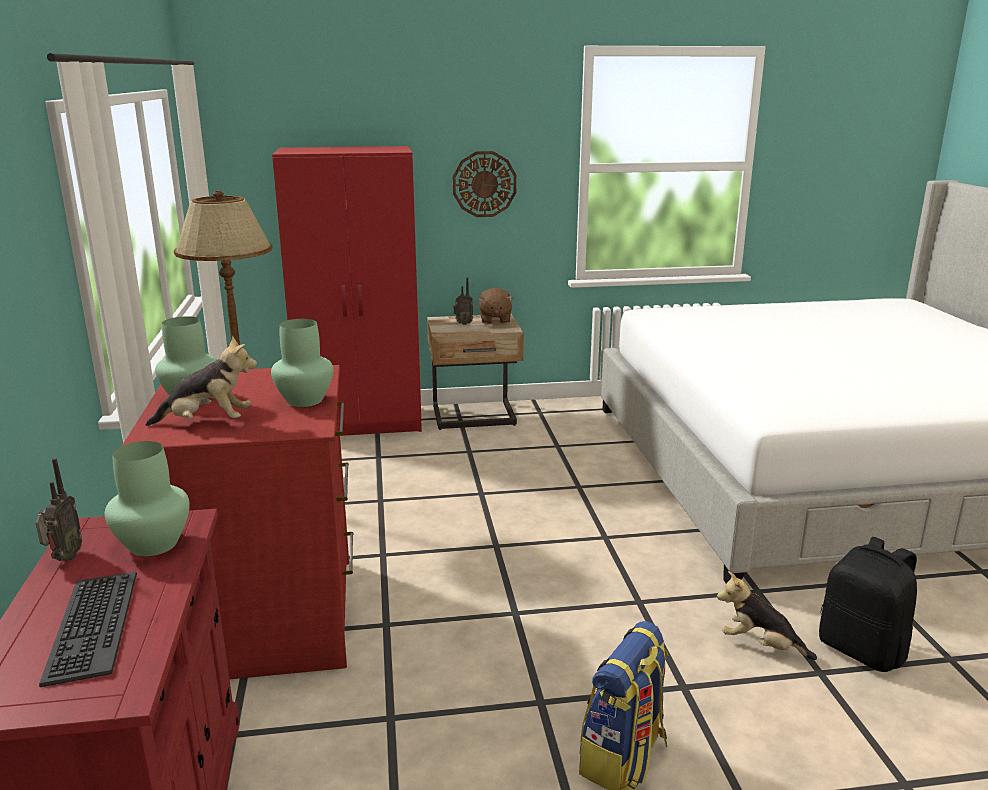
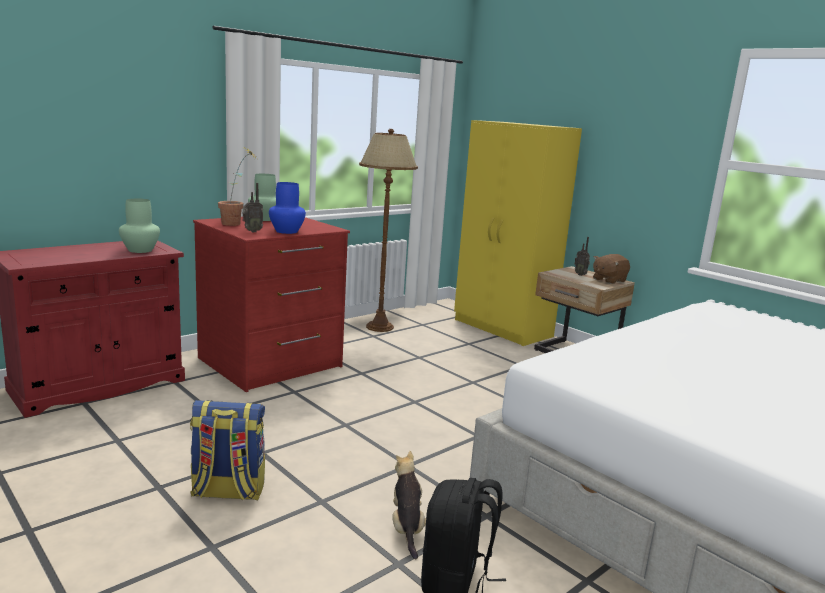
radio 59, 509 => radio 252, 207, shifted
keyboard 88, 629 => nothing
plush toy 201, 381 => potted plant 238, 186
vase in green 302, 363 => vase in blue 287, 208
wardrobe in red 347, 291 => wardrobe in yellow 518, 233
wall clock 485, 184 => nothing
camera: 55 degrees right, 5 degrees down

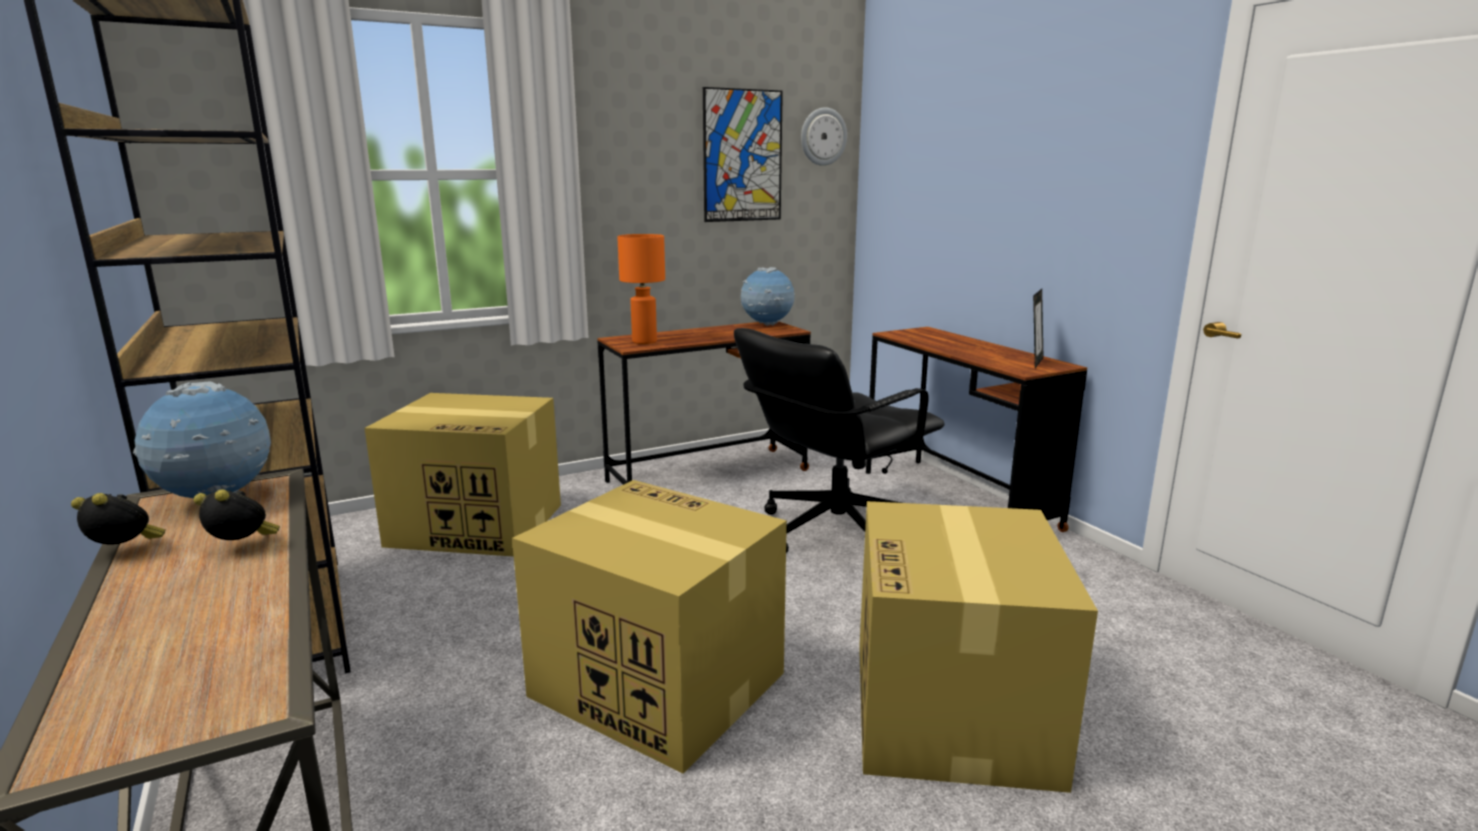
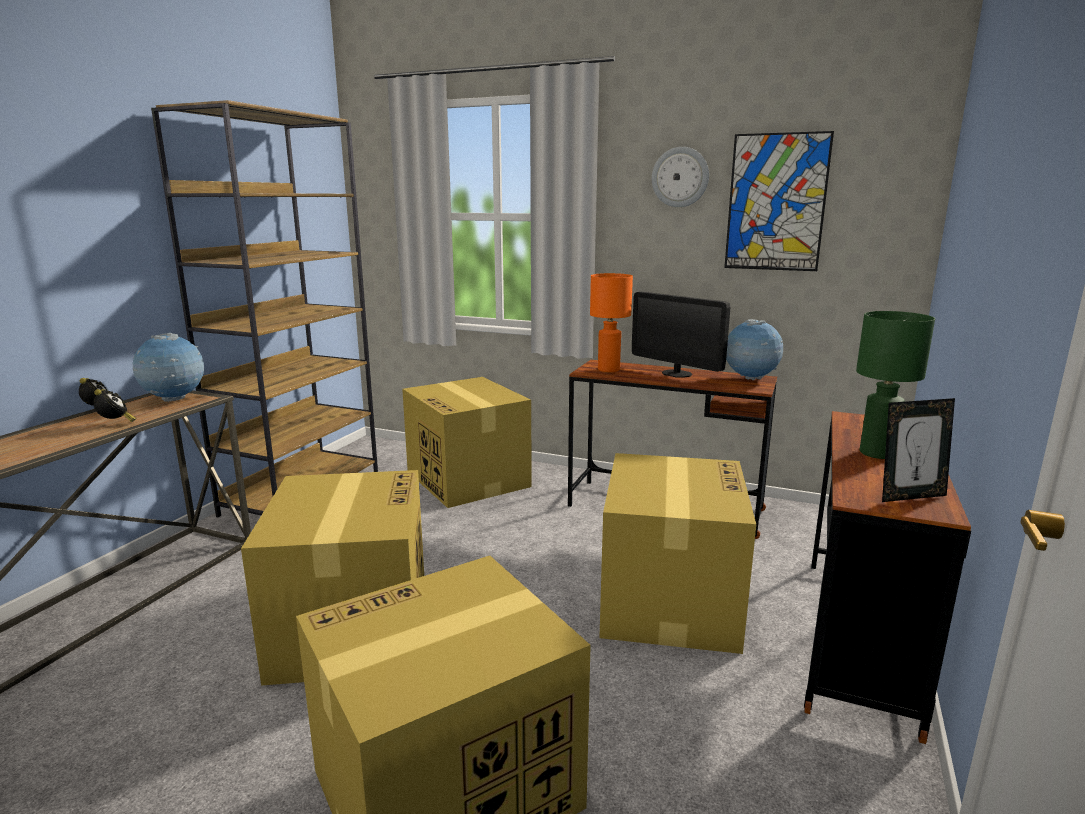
office chair in black 839, 440 => cardboard box 677, 553
wall clock 824, 136 => wall clock 680, 177, shifted
nothing => monitor 681, 334
nothing => table lamp in green 895, 385
camera: 50 degrees right, 0 degrees up

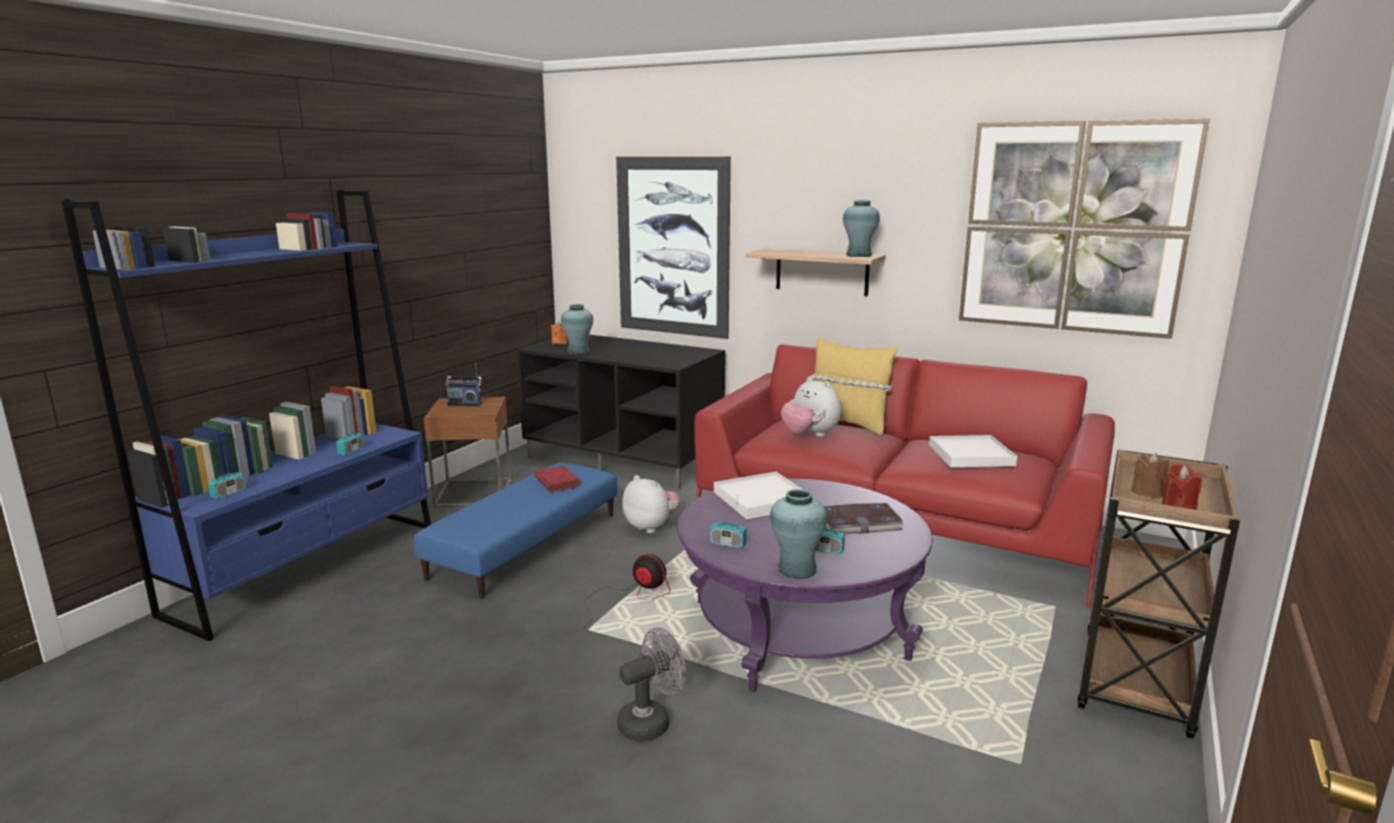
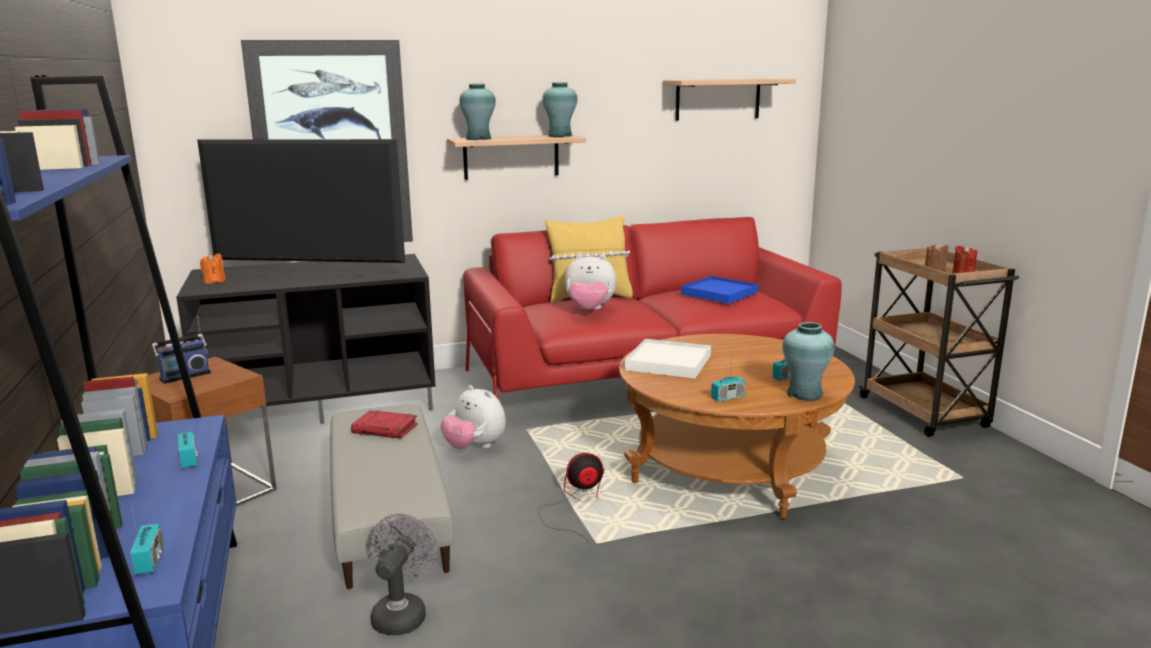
ottoman in blue 515, 531 => ottoman in grey 392, 497
vase in turquoise 577, 329 => vase in turquoise 477, 111, shifted
fan in grey 651, 684 => fan in grey 404, 574, shifted
plush toy 651, 504 => plush toy 473, 417, 135 degrees counterclockwise
coffee table in purple 805, 585 => coffee table in brown 737, 426
book 864, 518 => nothing
tray in white 973, 451 => tray in blue 719, 290
picture 1084, 229 => shelf 729, 99
nothing => television 301, 208
camera: 45 degrees left, 0 degrees up

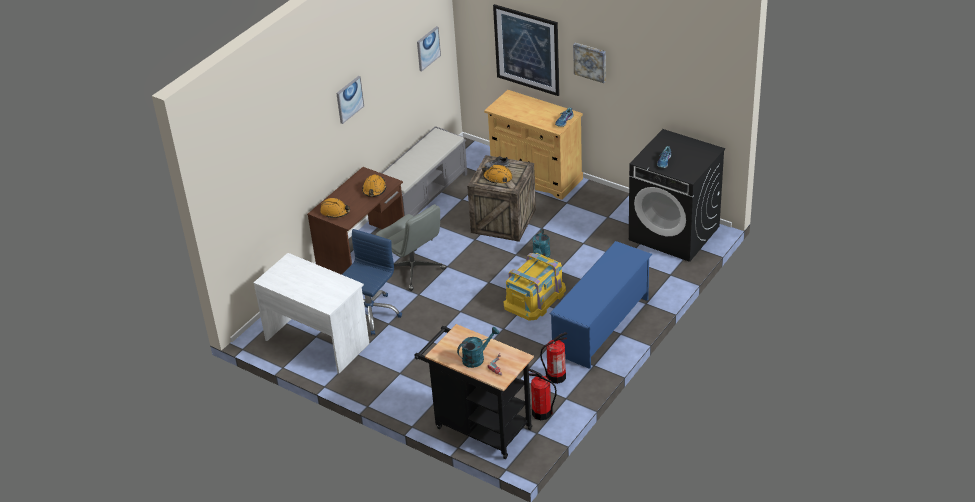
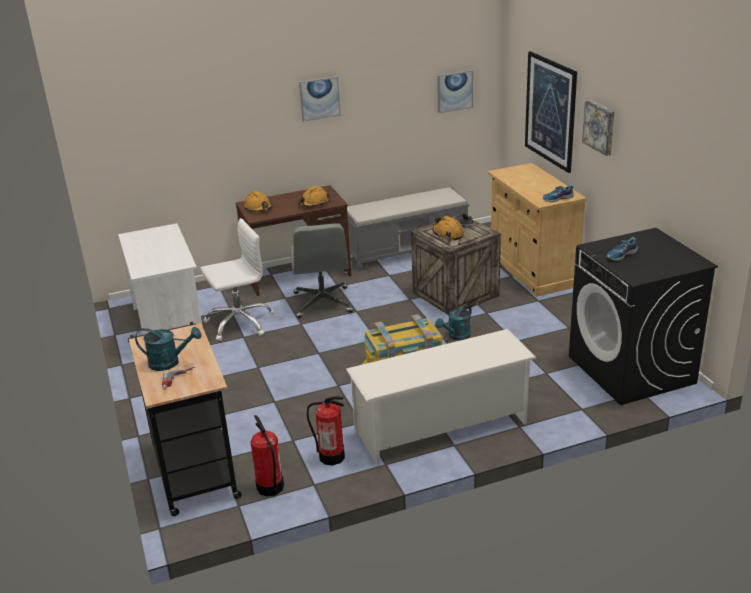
office chair in blue 372, 282 => office chair in white 237, 279
shoe rack in blue 600, 305 => shoe rack in white 441, 397
camera: 35 degrees right, 10 degrees down

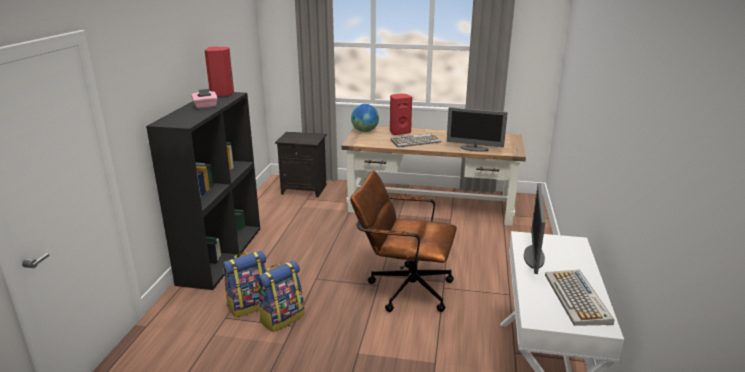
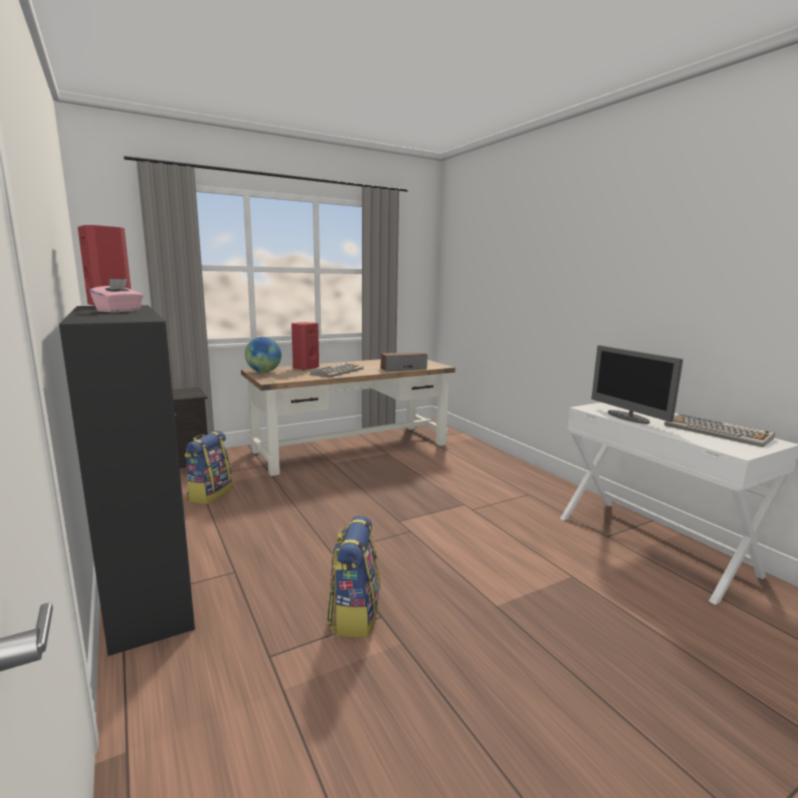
backpack 244, 284 => backpack 208, 467, shifted
office chair in brown 403, 241 => nothing
monitor 477, 129 => speaker 404, 362
camera: 40 degrees left, 10 degrees down

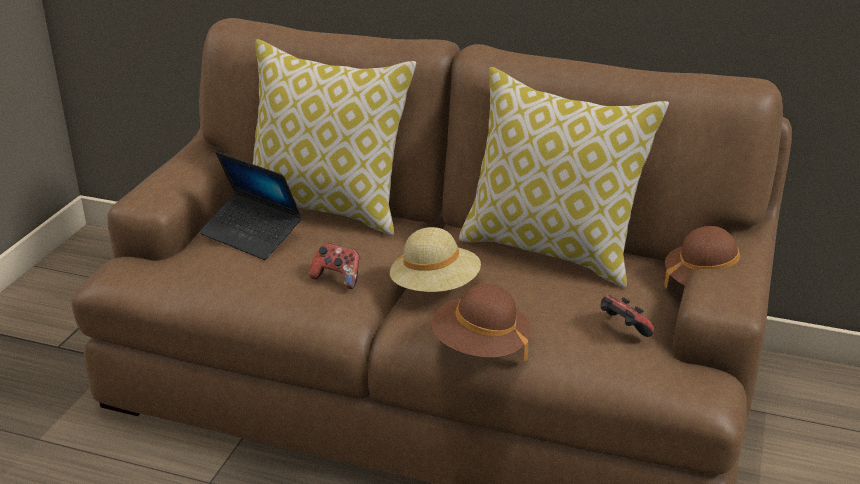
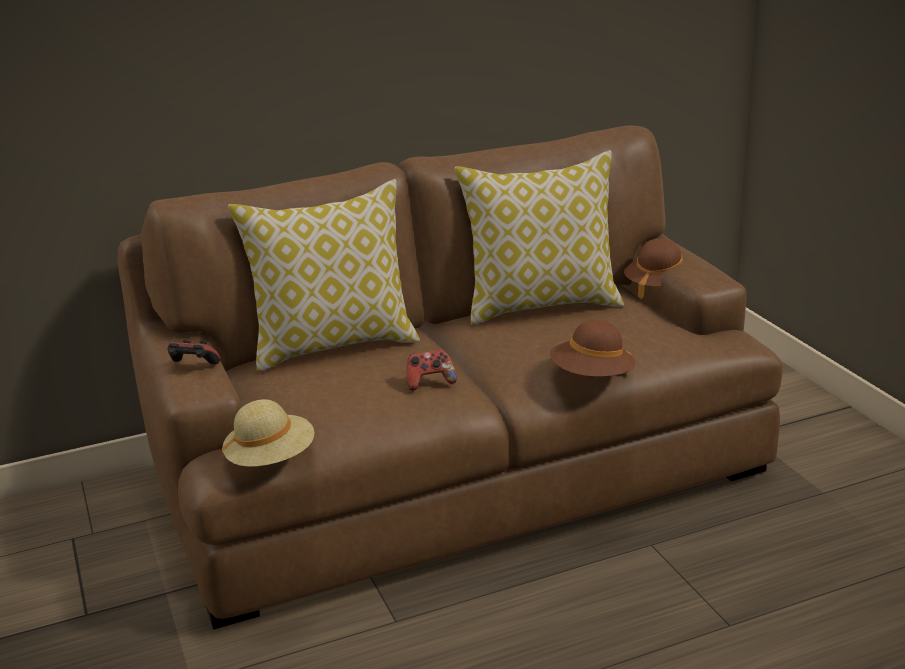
laptop 250, 206 => nothing
hat in beige 435, 259 => hat in beige 268, 433, shifted
game controller 627, 316 => game controller 193, 352, shifted
camera: 40 degrees left, 5 degrees down

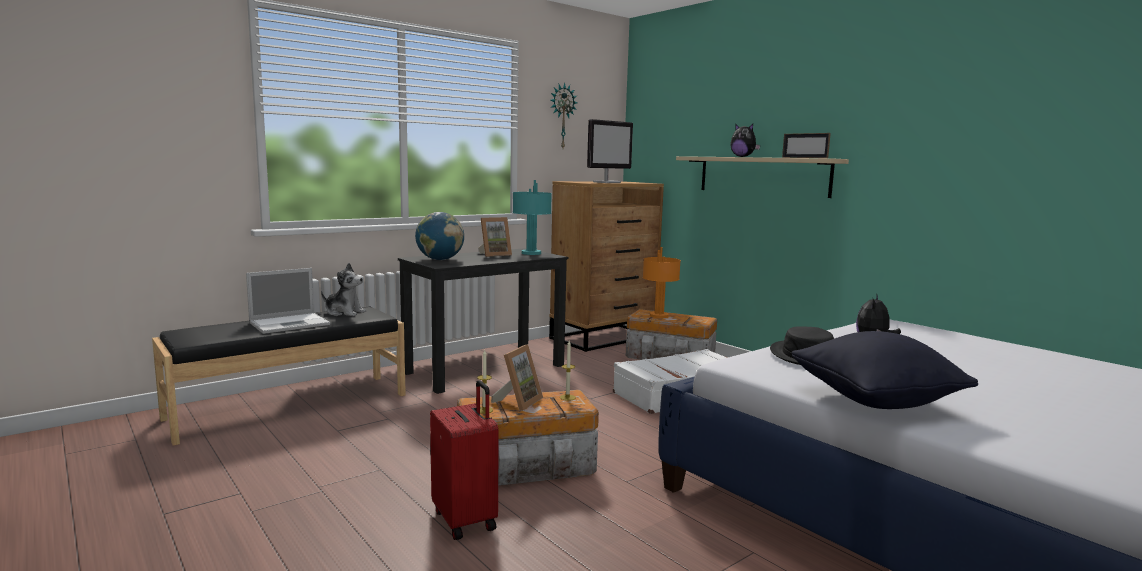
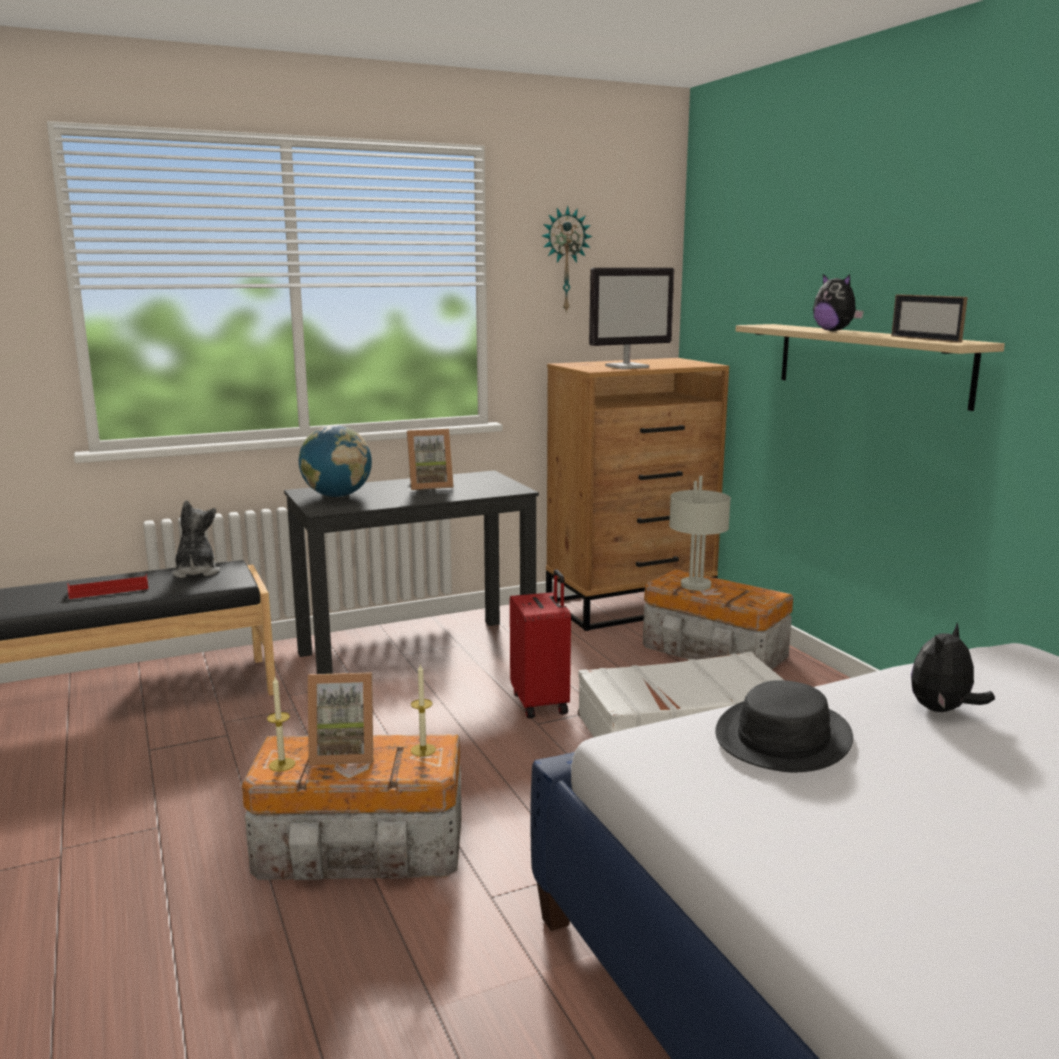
laptop 288, 301 => tray in red 107, 586
plush toy 343, 289 => plush toy 196, 539, 135 degrees counterclockwise
suitcase in red 464, 460 => suitcase in red 540, 643, shifted
picture frame 517, 377 => picture frame 340, 718, 45 degrees clockwise
table lamp in turquoise 532, 217 => nothing
table lamp in orange 662, 282 => table lamp in grey 700, 533
pillow in black 885, 370 => nothing
camera: 15 degrees right, 5 degrees up

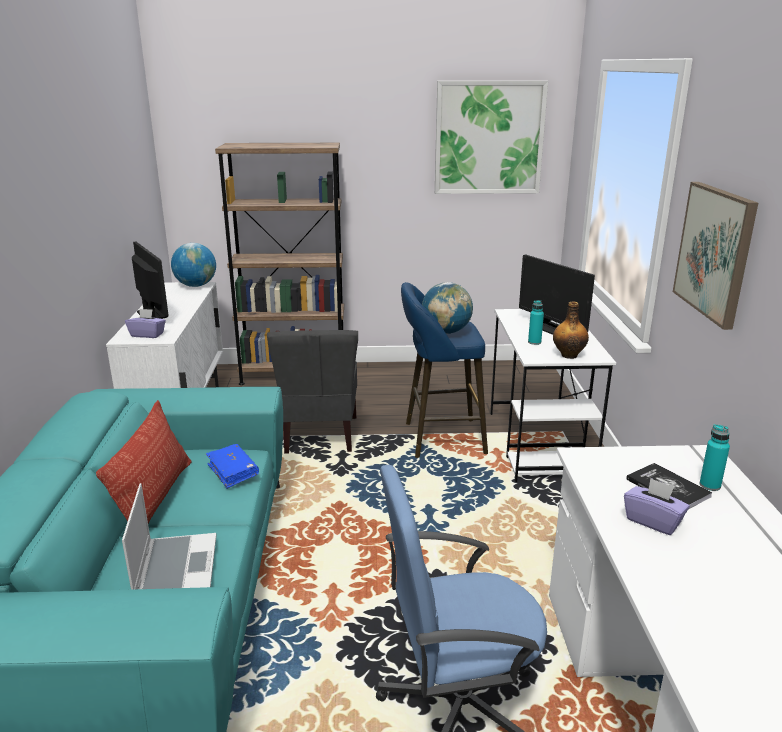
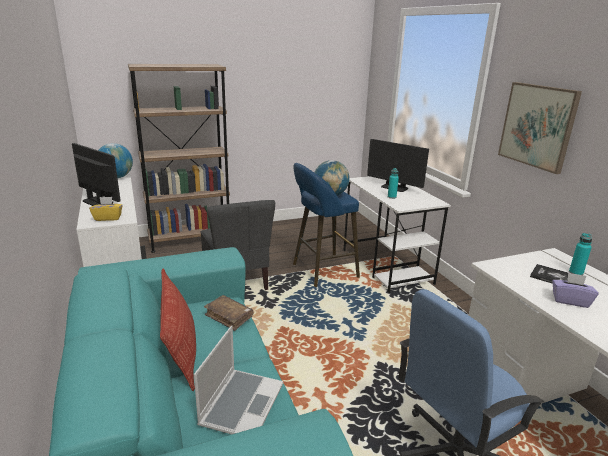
laptop 169, 536 => laptop 238, 380, 45 degrees clockwise
tissue box in purple 145, 323 => tissue box in yellow 106, 209
book in blue 232, 466 => book in brown 229, 313
picture 491, 137 => nothing
bottle 571, 330 => nothing
camera: 20 degrees left, 0 degrees up

